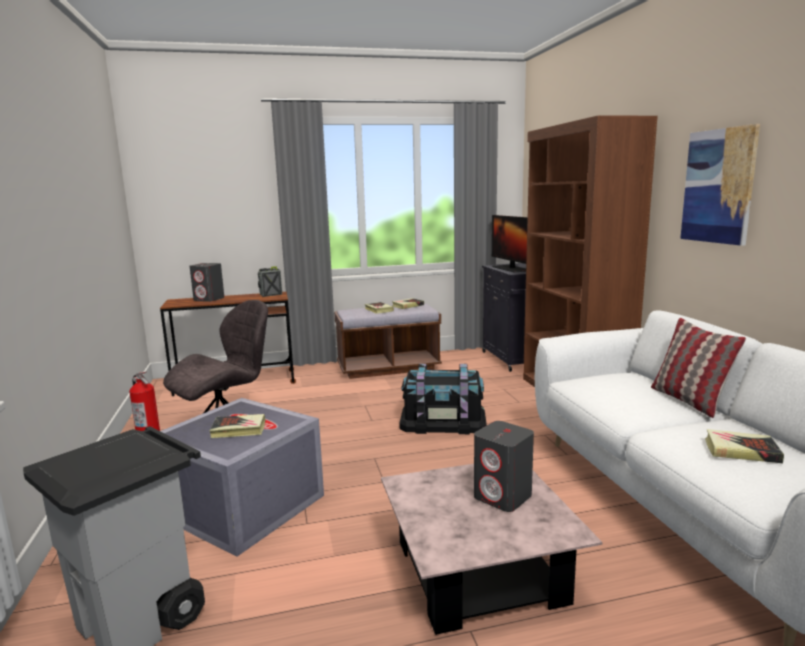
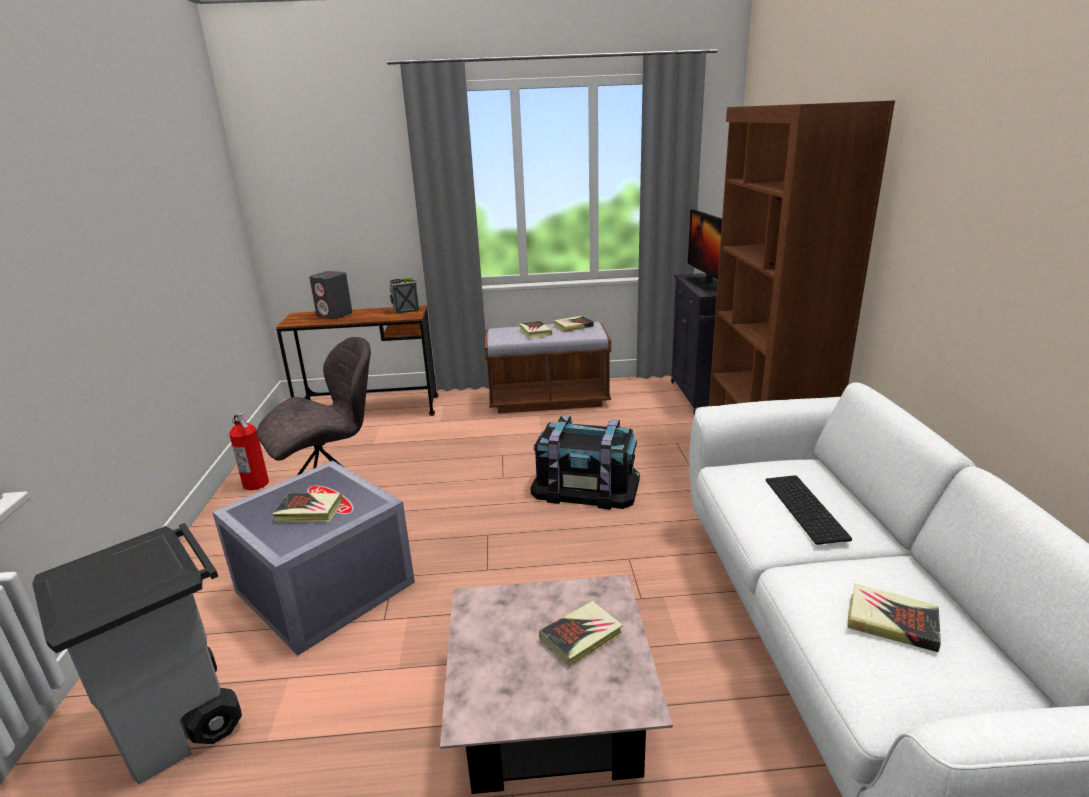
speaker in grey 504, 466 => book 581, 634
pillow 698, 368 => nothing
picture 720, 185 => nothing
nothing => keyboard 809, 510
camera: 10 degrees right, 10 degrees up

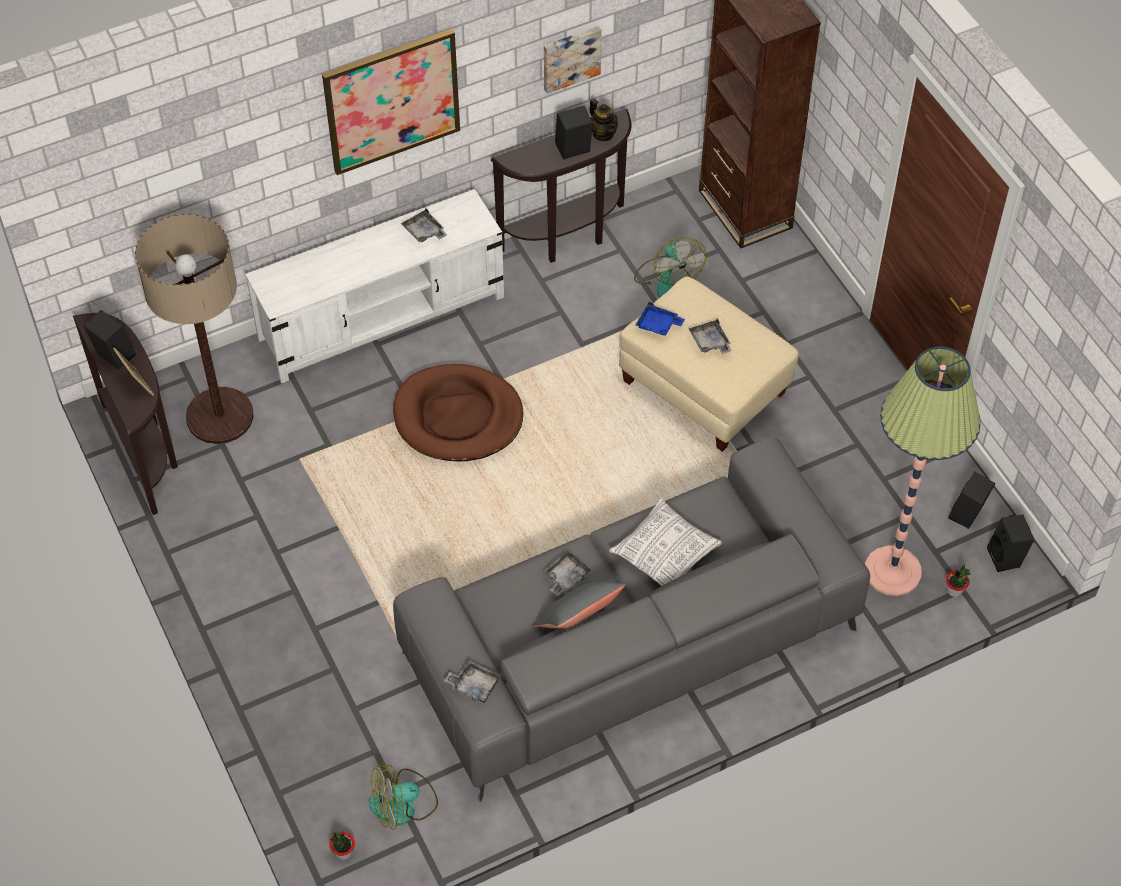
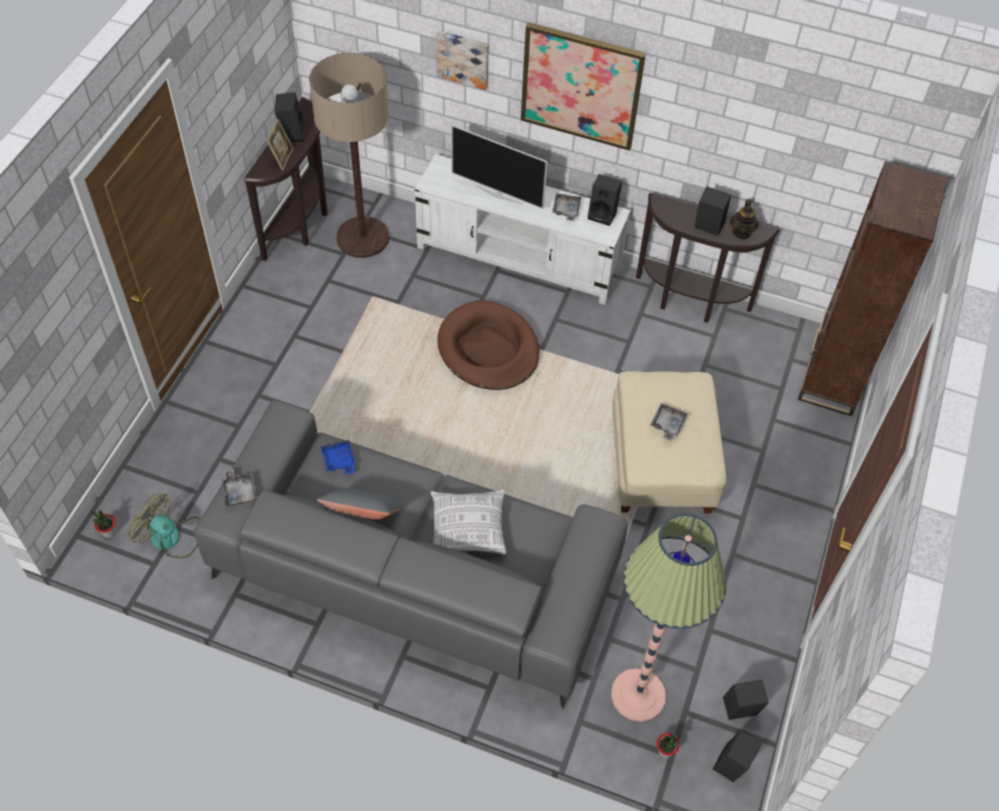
tray in grey 566, 573 => nothing
picture 573, 60 => picture 462, 60, shifted
fan 670, 267 => nothing
tray in blue 660, 319 => tray in blue 338, 457, shifted
nothing => television 499, 167
nothing => speaker in black 605, 200
camera: 45 degrees right, 0 degrees up

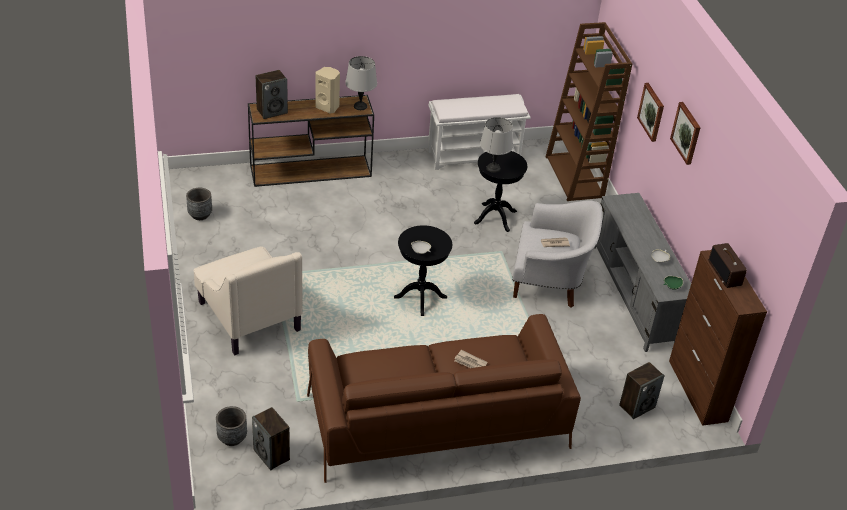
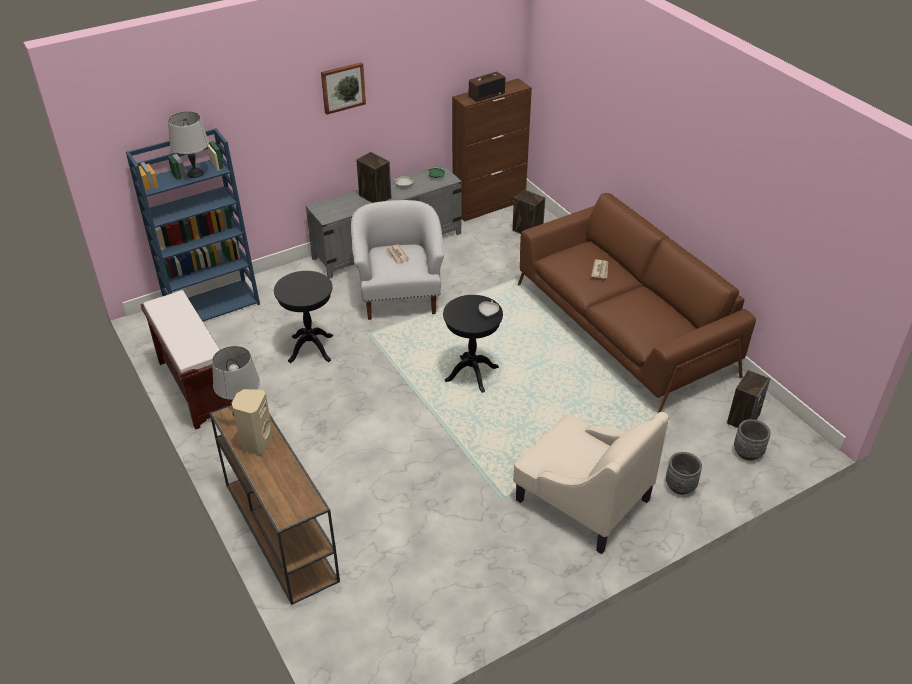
planter in grey 199, 204 => planter in grey 684, 473, shifted
armchair in beige 248, 301 => armchair in beige 591, 483, 90 degrees clockwise
speaker 272, 94 => speaker 373, 177, shifted
bench in white 479, 132 => bench in brown 186, 360
table lamp in grey 496, 145 => table lamp in grey 188, 144, shifted
bookcase in brown 589, 111 => bookcase in blue 193, 224
picture 650, 112 => nothing
camera: 105 degrees left, 0 degrees up

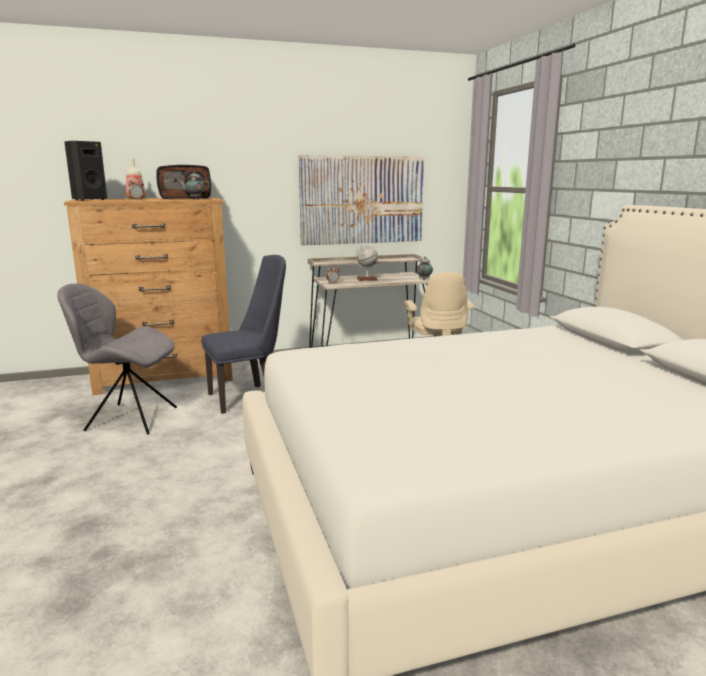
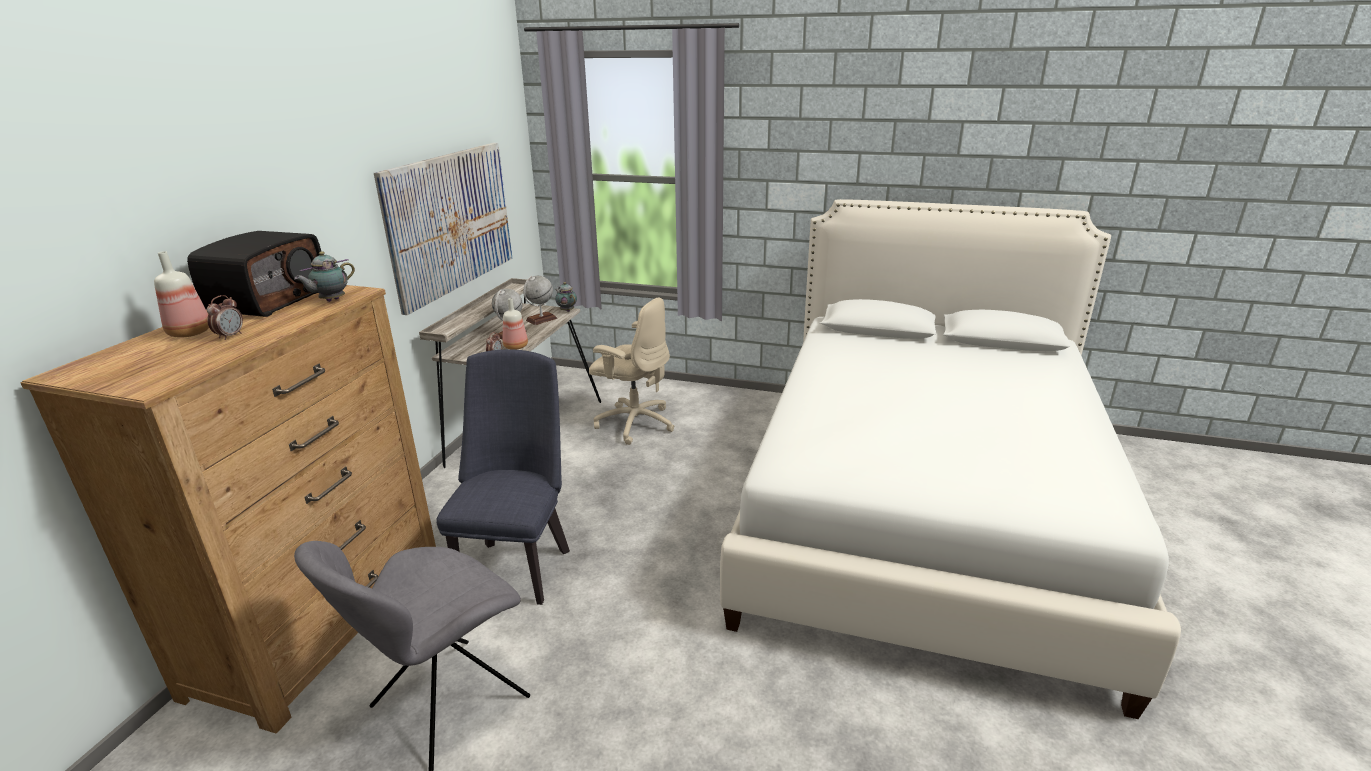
speaker in black 85, 171 => nothing
nothing => bottle 515, 324
nothing => globe 540, 300
camera: 55 degrees left, 10 degrees up

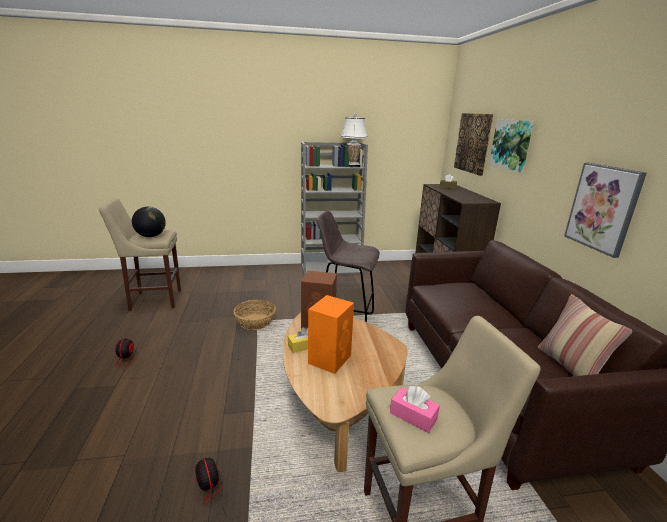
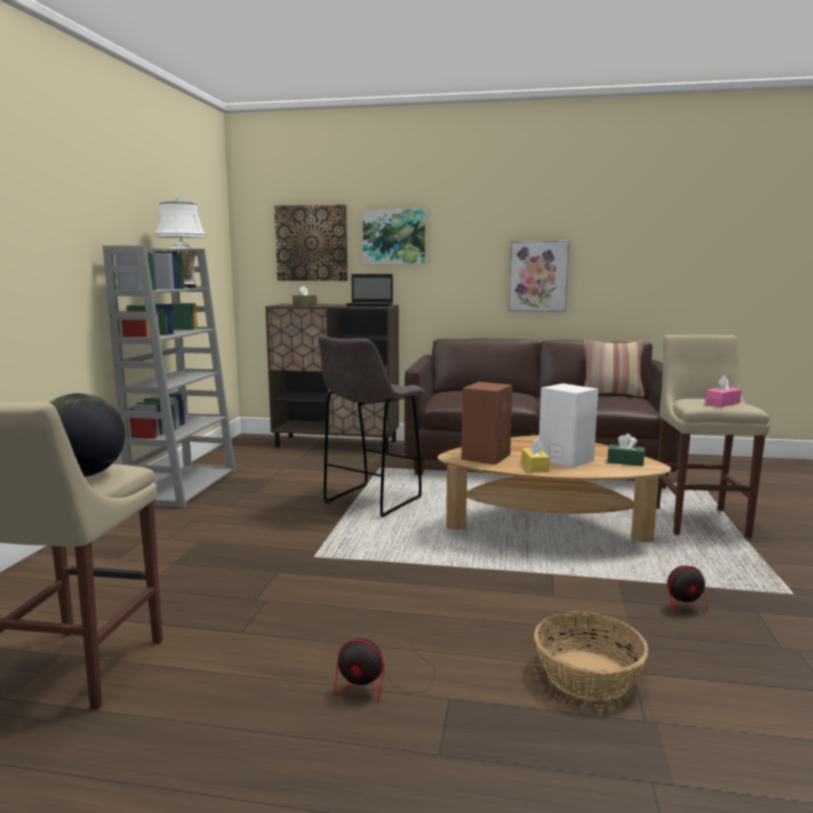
basket 255, 315 => basket 591, 656, shifted
speaker in orange 331, 334 => speaker in white 568, 425
nothing => laptop 369, 290
nothing => tissue box in green 626, 450
camera: 70 degrees left, 10 degrees down

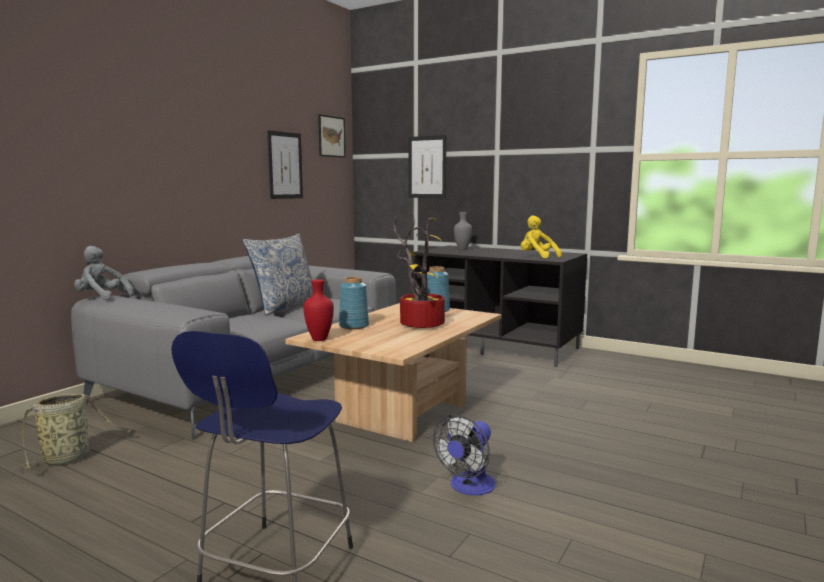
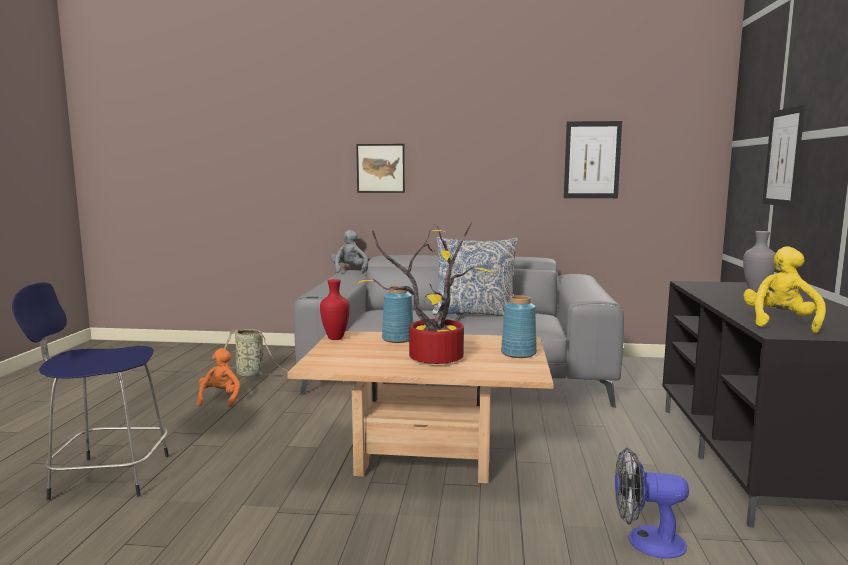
picture 332, 136 => picture 380, 168, shifted
fan 464, 455 => fan 652, 503, shifted
nothing => plush toy in orange 218, 377
camera: 65 degrees right, 0 degrees up

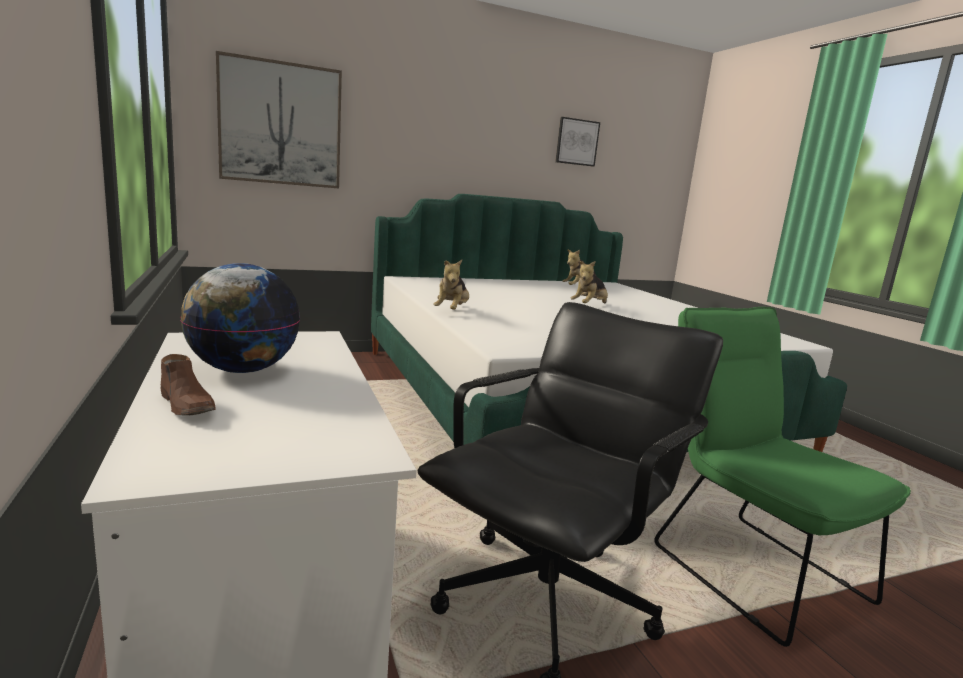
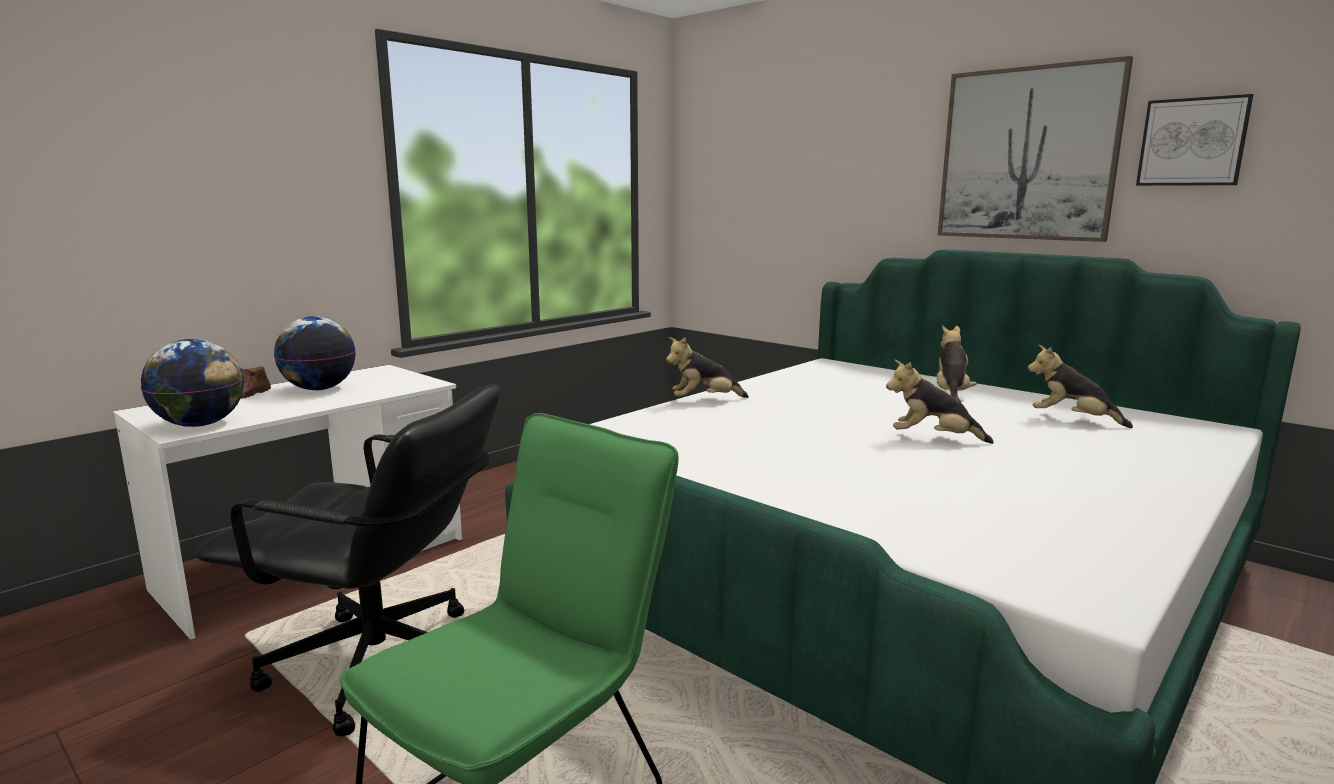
picture 279, 120 => picture 1035, 149, shifted
nothing => globe 192, 383
nothing => plush toy 957, 363
camera: 65 degrees right, 0 degrees up

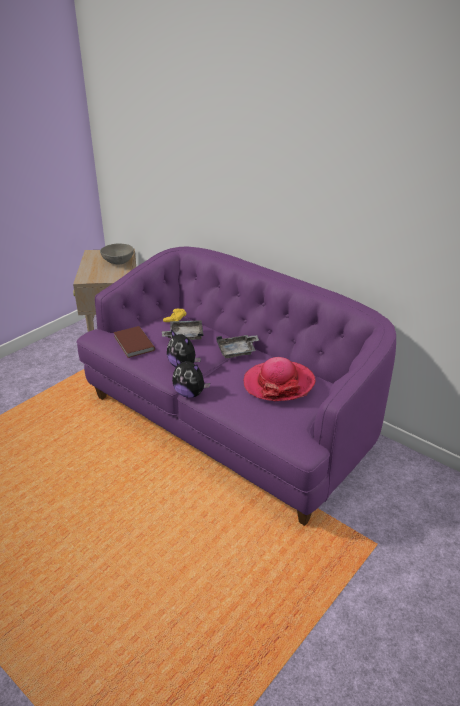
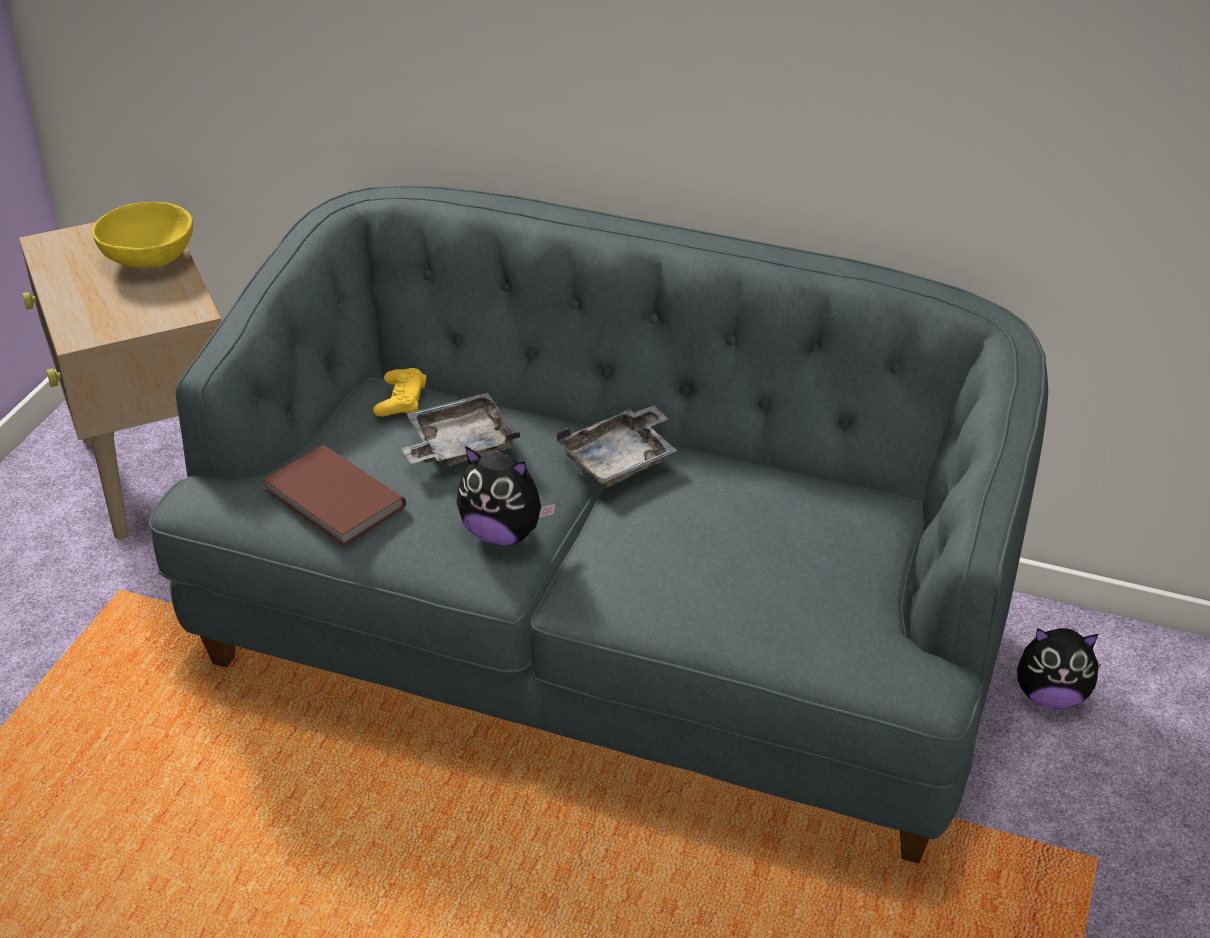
sofa in purple 236, 386 => sofa in grey 598, 525
bowl in grey 117, 253 => bowl in yellow 142, 235
plush toy 191, 378 => plush toy 1059, 668, shifted
hat 279, 379 => nothing
camera: 20 degrees left, 5 degrees up

